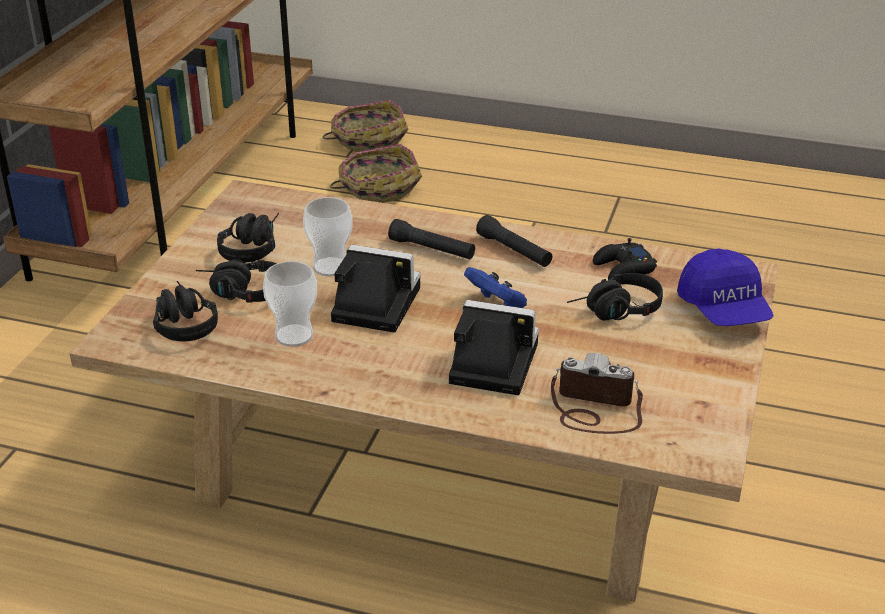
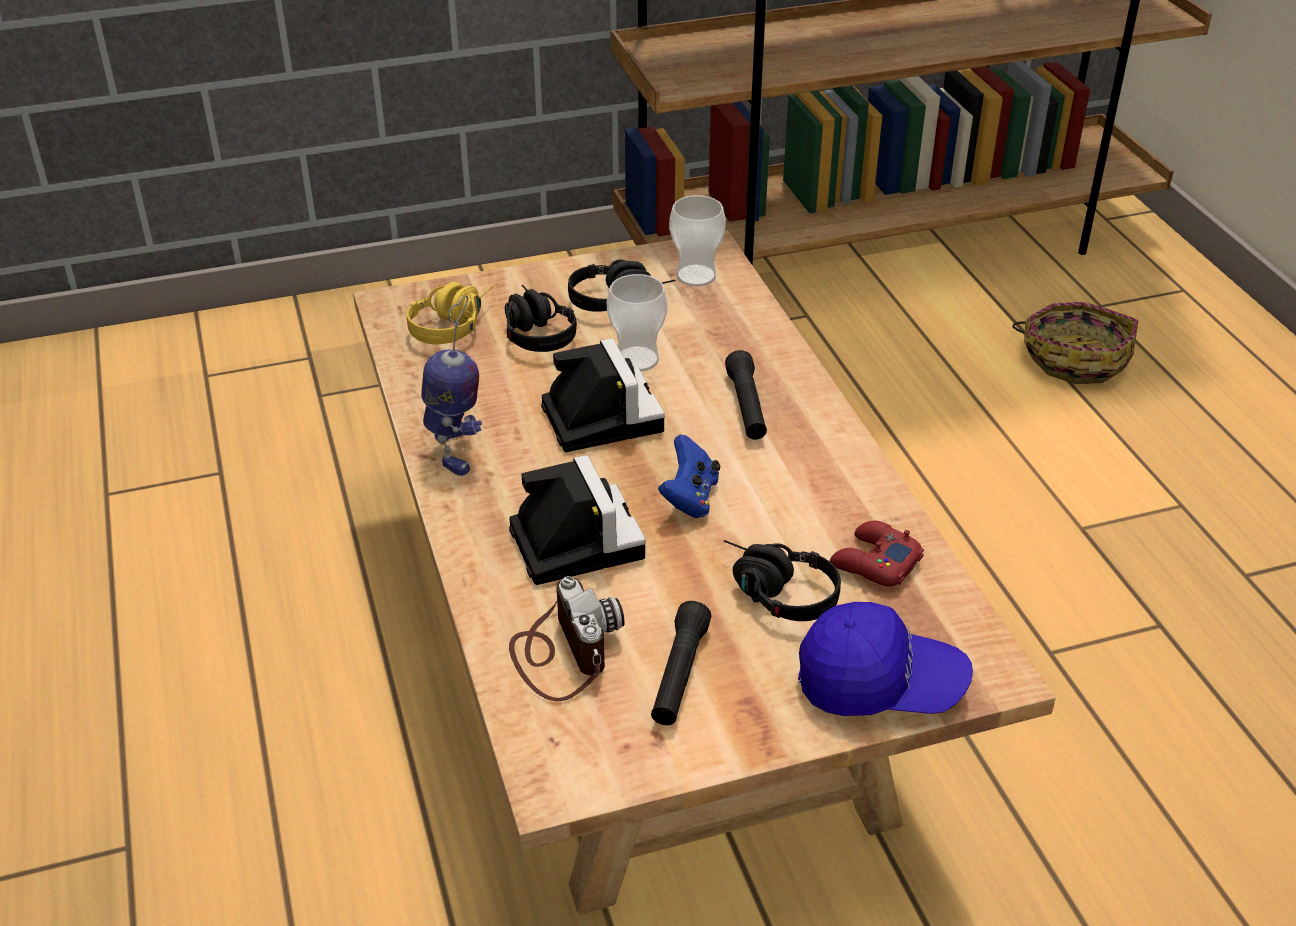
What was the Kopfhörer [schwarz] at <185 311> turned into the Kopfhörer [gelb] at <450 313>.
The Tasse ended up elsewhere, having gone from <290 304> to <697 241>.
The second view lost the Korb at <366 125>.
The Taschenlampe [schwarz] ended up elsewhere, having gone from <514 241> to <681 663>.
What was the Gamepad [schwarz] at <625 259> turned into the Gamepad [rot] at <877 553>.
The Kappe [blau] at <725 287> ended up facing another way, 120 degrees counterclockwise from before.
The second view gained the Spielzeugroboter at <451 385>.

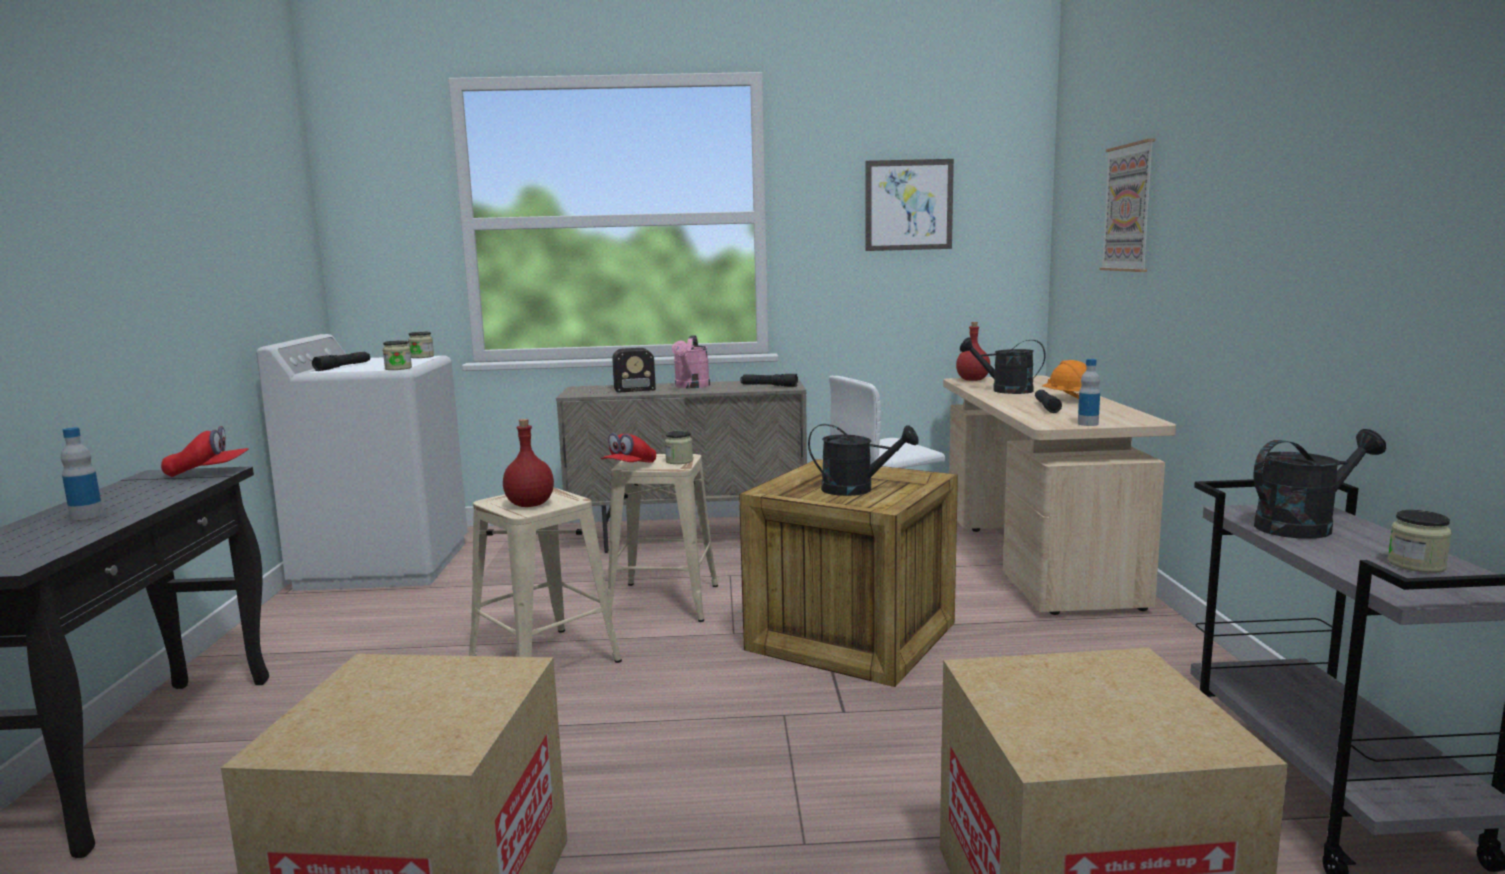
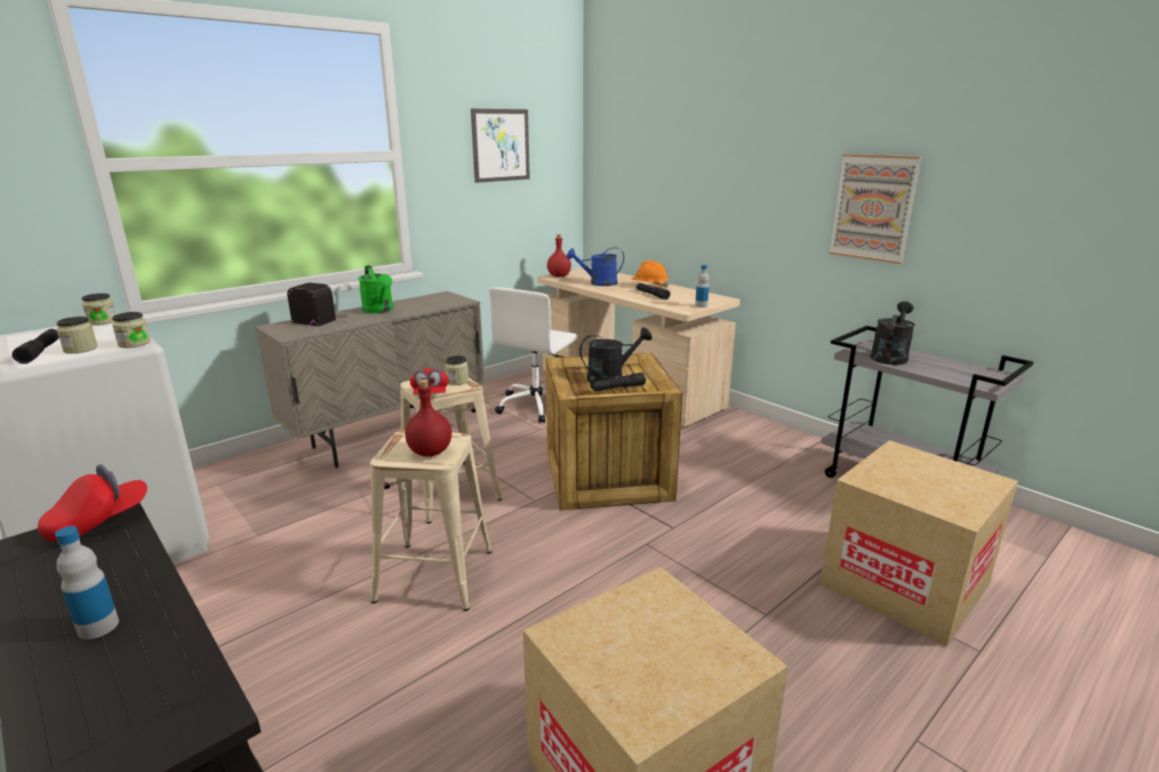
The Radio at <622 371> ended up facing another way, 105 degrees counterclockwise from before.
What was the Gießkanne [rosa] at <691 362> turned into the Gießkanne [grün] at <375 289>.
The Taschenlampe [schwarz] ended up elsewhere, having gone from <769 380> to <618 381>.
What was the Gießkanne [schwarz] at <1002 365> turned into the Gießkanne [blau] at <595 266>.
The Bild ended up elsewhere, having gone from <1127 205> to <875 209>.
The Vorratsglas ended up elsewhere, having gone from <1419 541> to <77 335>.

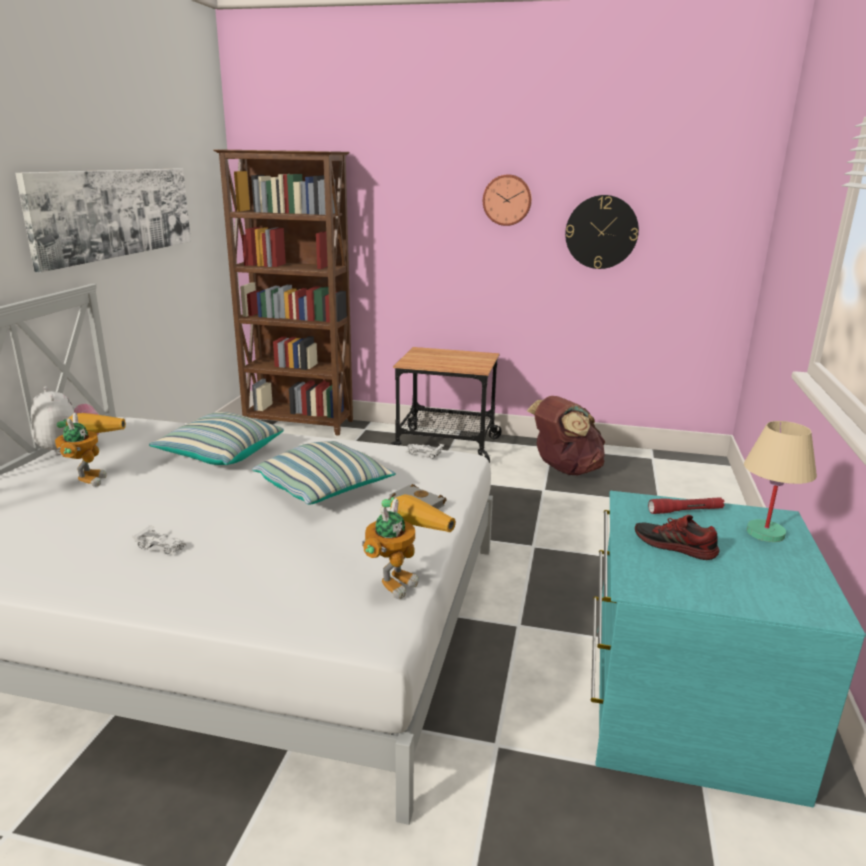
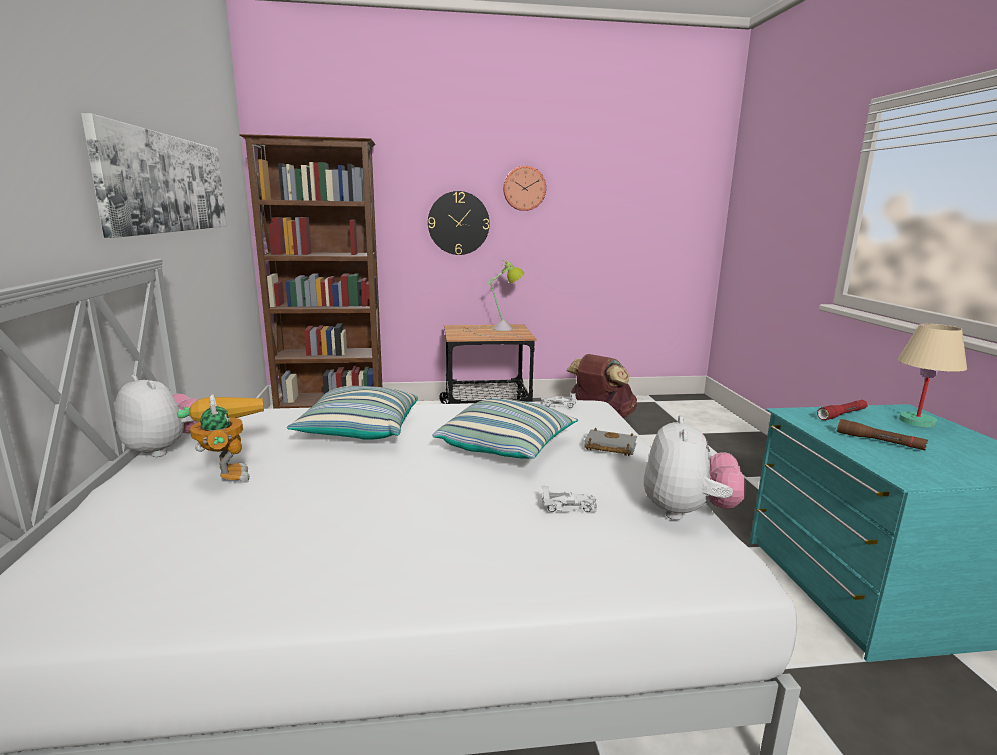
The Spielzeugauto [weiß] ended up elsewhere, having gone from <159 540> to <569 499>.
Where the Spielzeugroboter stood at <409 546>, the Plüschtier came to stand at <695 467>.
The Wanduhr ended up elsewhere, having gone from <602 232> to <459 223>.
Where the Schuh stood at <677 537>, the Taschenlampe [braun] came to stand at <882 434>.
The second view gained the Tischlampe at <494 298>.

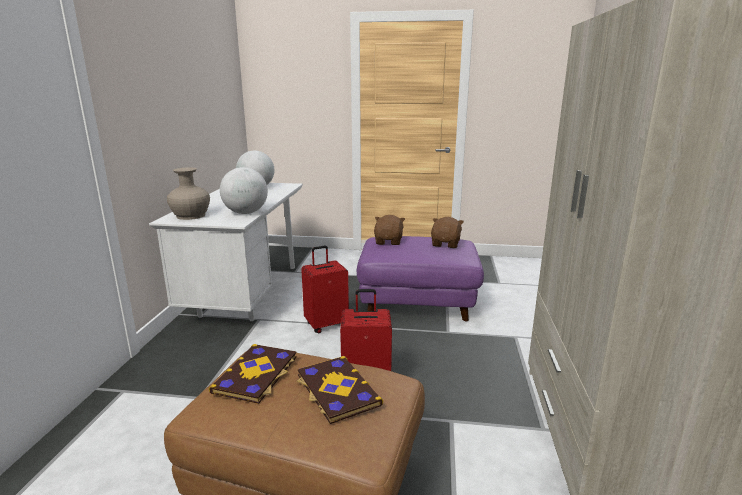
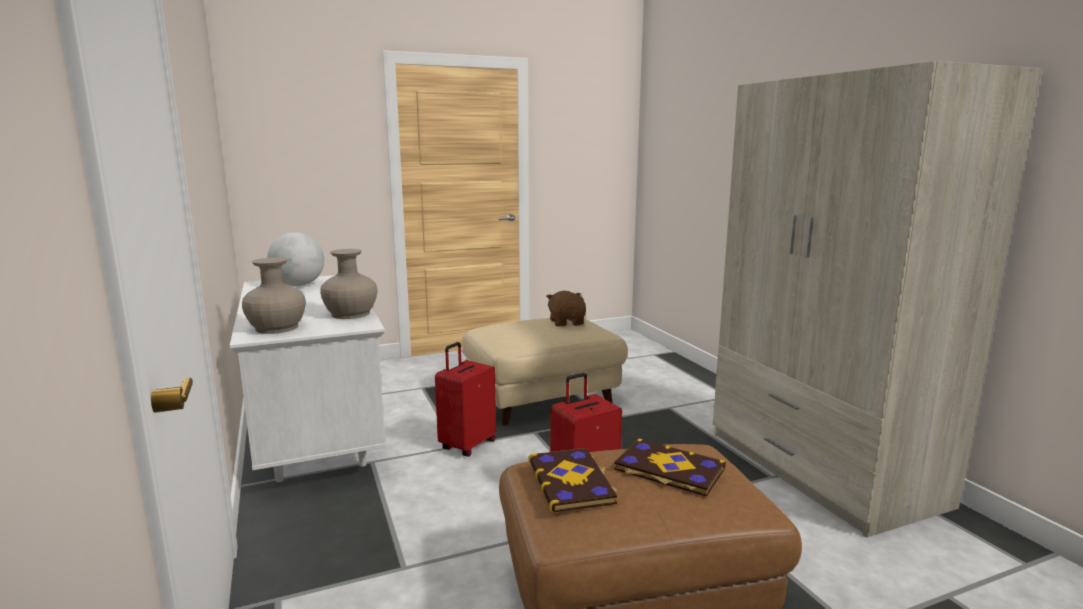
Where the Globus stood at <244 190>, the Vase [beige] came to stand at <349 284>.
What was the Polsterhocker [lila] at <420 278> turned into the Polsterhocker [beige] at <545 371>.
The second view lost the Plüschtier [braun] at <389 230>.

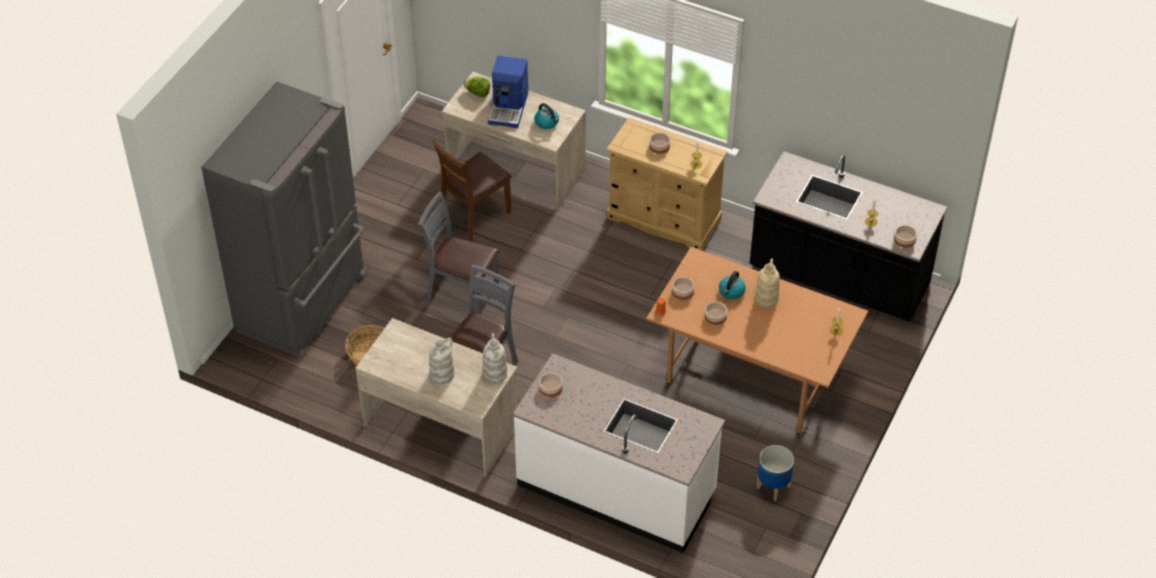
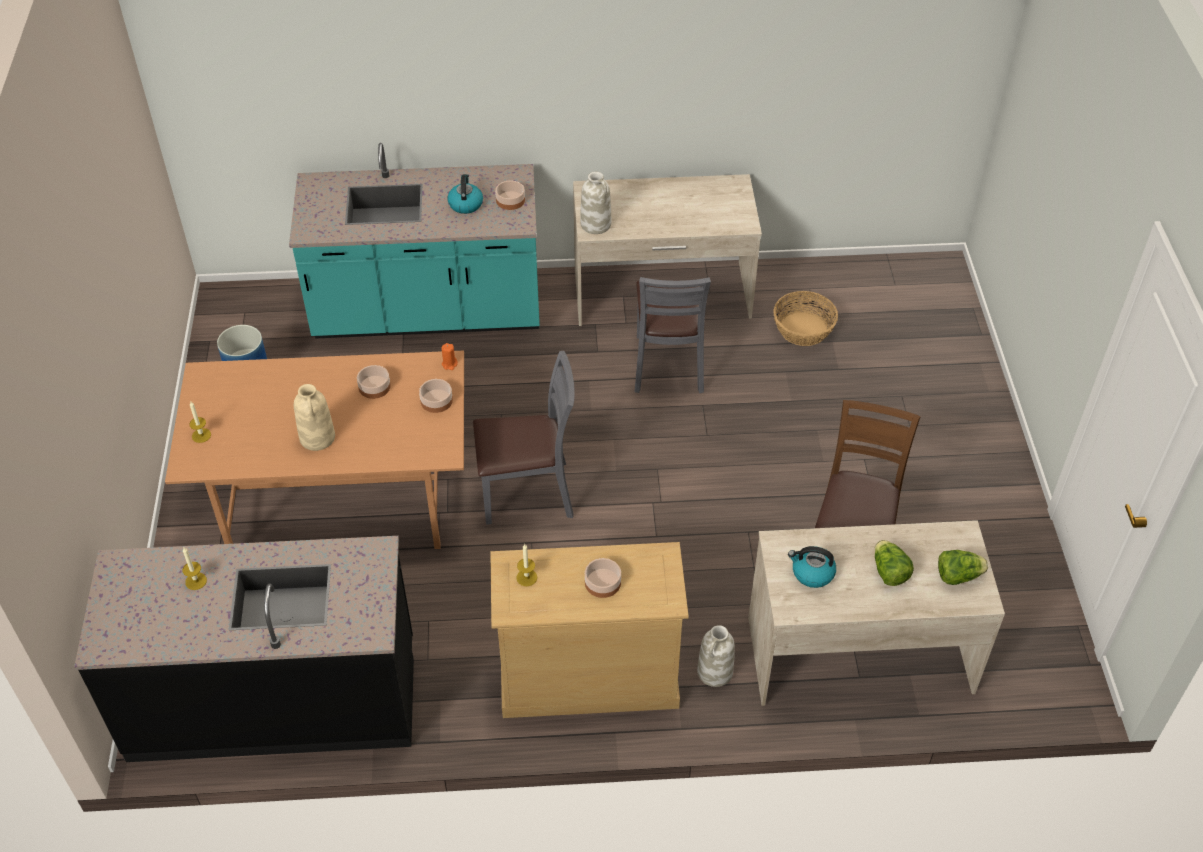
The second view lost the Kühlschrank [grau] at <284 219>.
The Stuhl [grau] ended up elsewhere, having gone from <458 253> to <524 438>.
The Vase [weiß] ended up elsewhere, having gone from <441 361> to <716 656>.
Where the Kaffeemaschine stood at <508 92>, the Salatkopf came to stand at <894 563>.
What was the Küchenzeile [weiß] at <619 453> turned into the Küchenzeile [türkis] at <414 241>.
The Wasserkessel ended up elsewhere, having gone from <732 285> to <465 194>.
The second view lost the Schüssel at <905 236>.

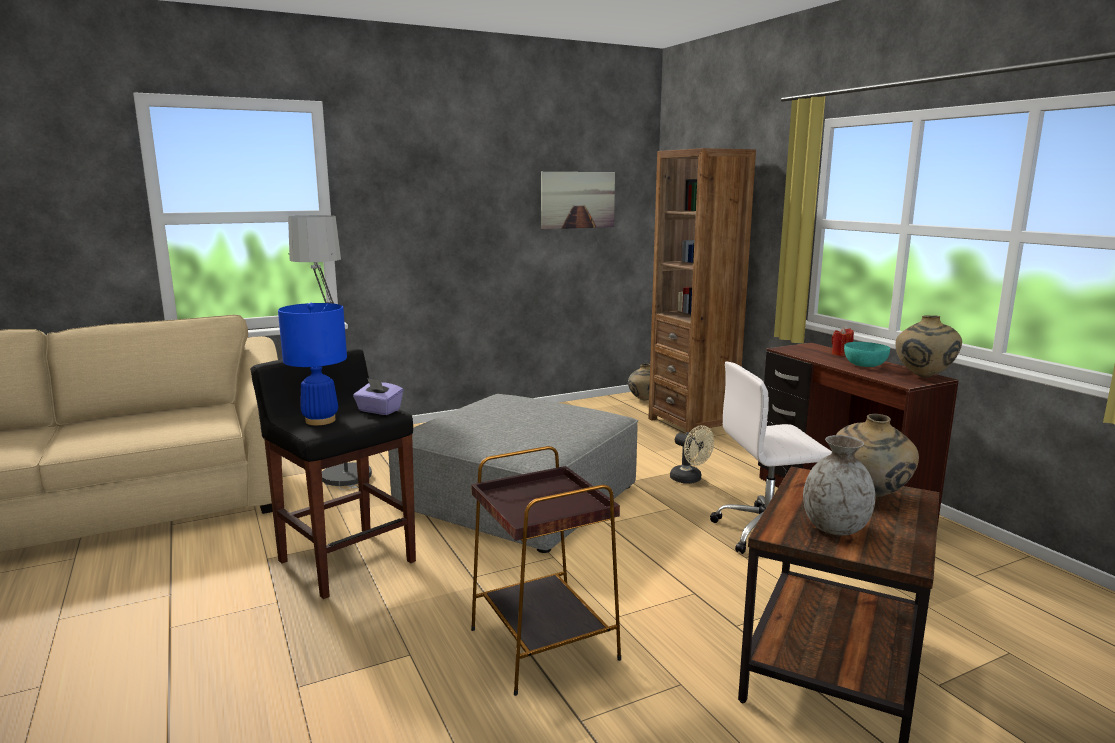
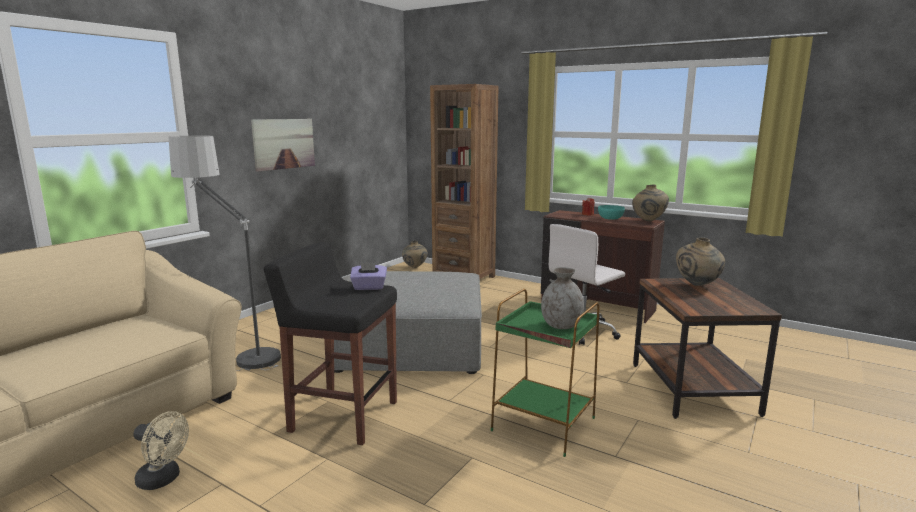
The second view lost the Tischlampe [blau] at <312 364>.
What was the Beistelltisch [braun] at <546 571> turned into the Beistelltisch [grün] at <545 373>.
The Bild ended up elsewhere, having gone from <578 200> to <283 145>.
The Ventilator [beige] ended up elsewhere, having gone from <692 454> to <161 450>.
The Vase [grau] ended up elsewhere, having gone from <839 485> to <562 298>.

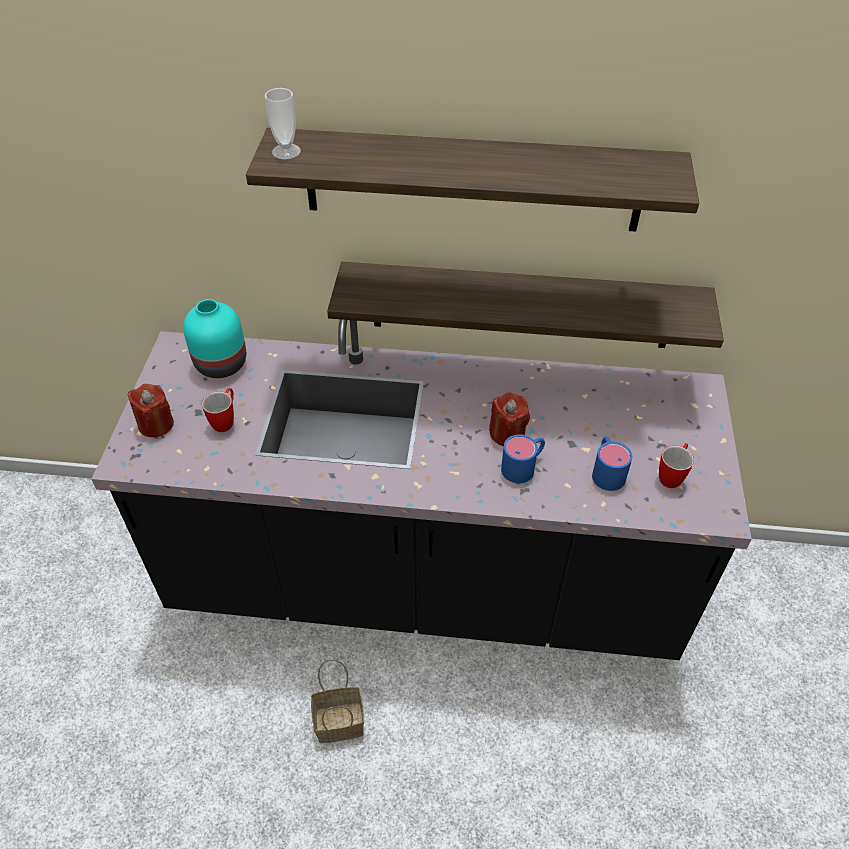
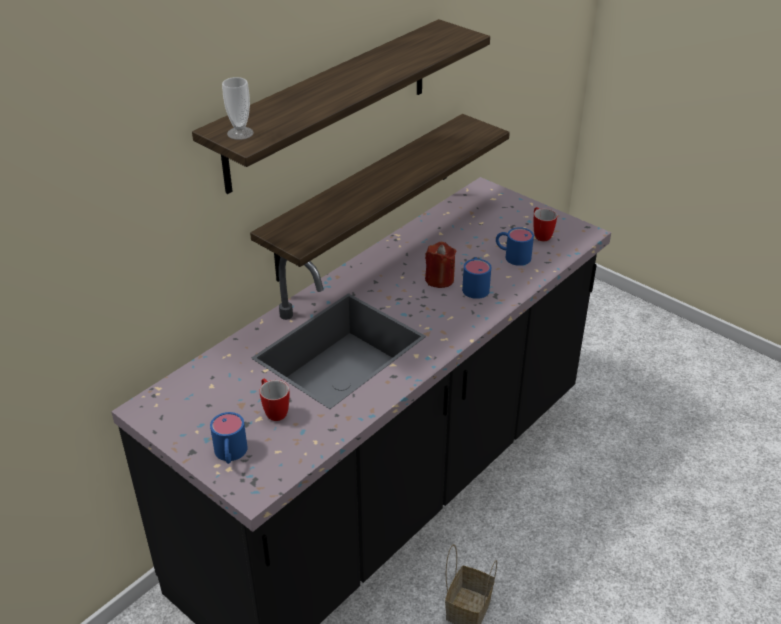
Where the Kerze [rot] stood at <151 410>, the Henkelbecher [blau] came to stand at <229 438>.
The second view lost the Vase [türkis] at <214 338>.

